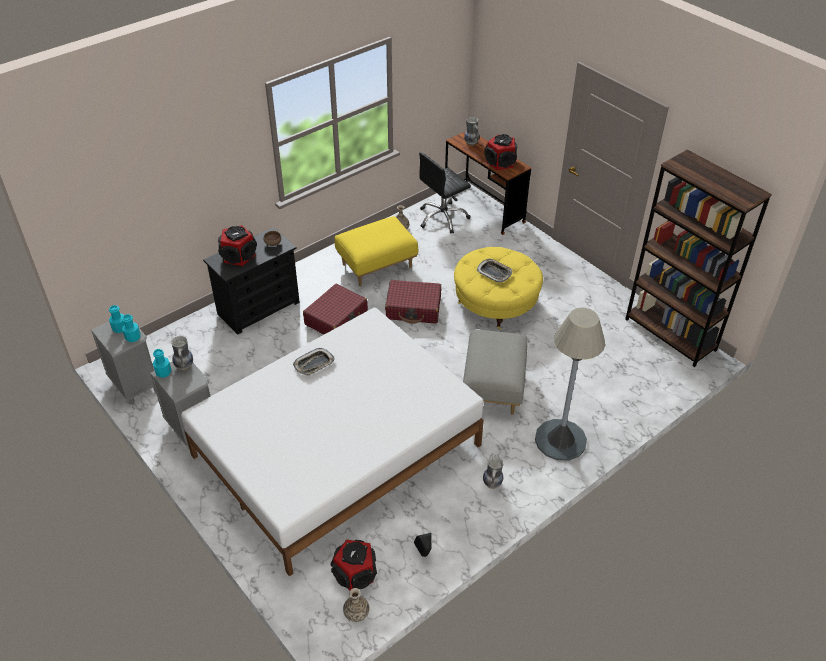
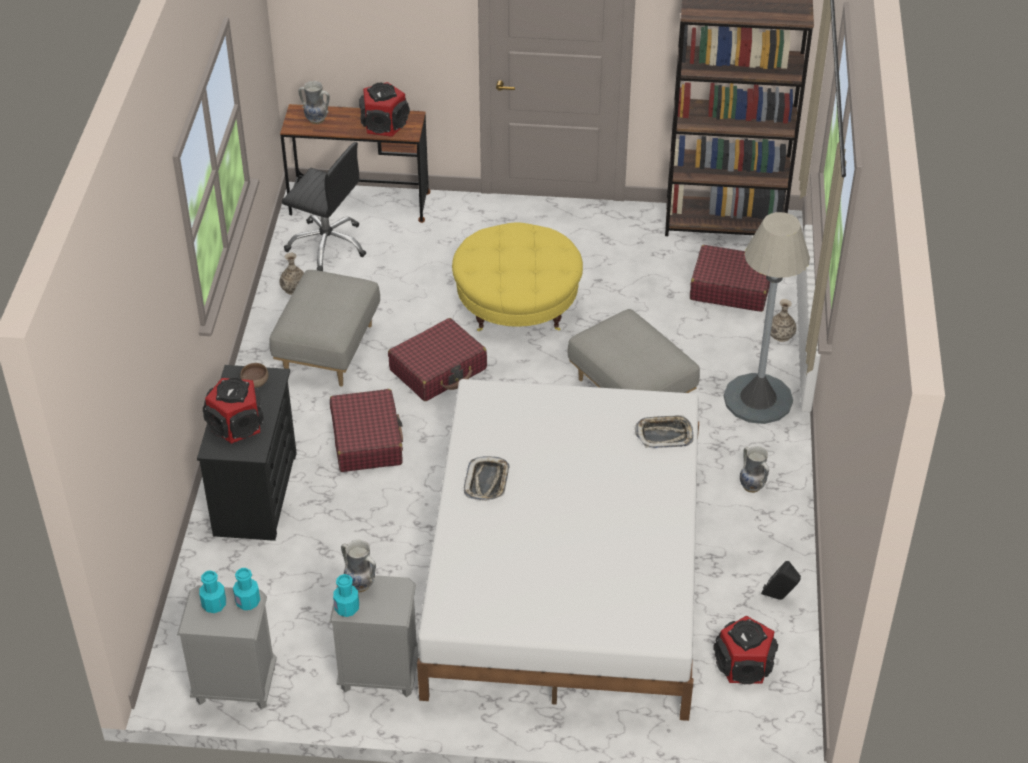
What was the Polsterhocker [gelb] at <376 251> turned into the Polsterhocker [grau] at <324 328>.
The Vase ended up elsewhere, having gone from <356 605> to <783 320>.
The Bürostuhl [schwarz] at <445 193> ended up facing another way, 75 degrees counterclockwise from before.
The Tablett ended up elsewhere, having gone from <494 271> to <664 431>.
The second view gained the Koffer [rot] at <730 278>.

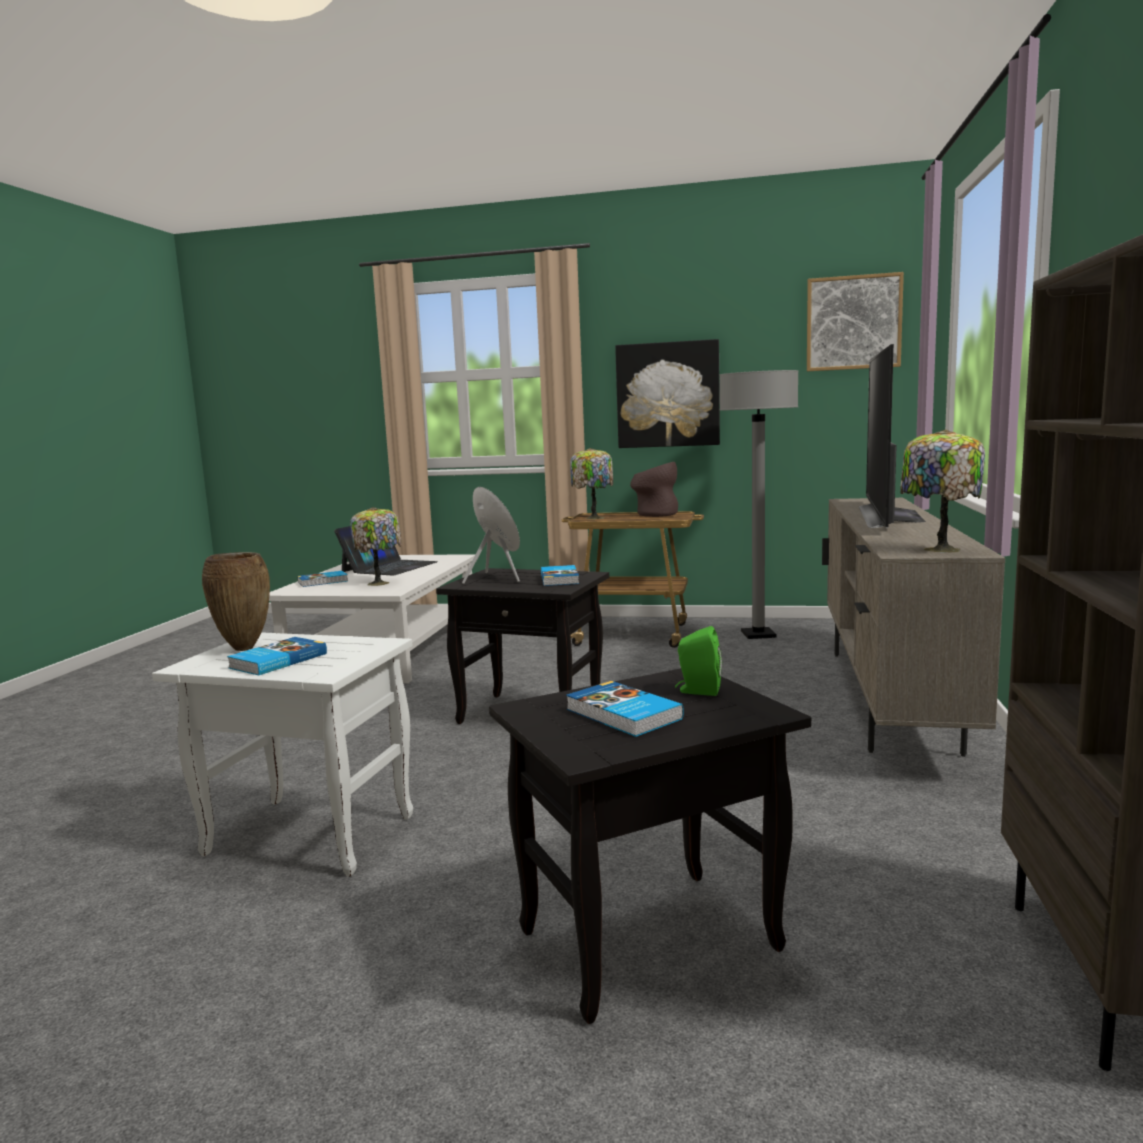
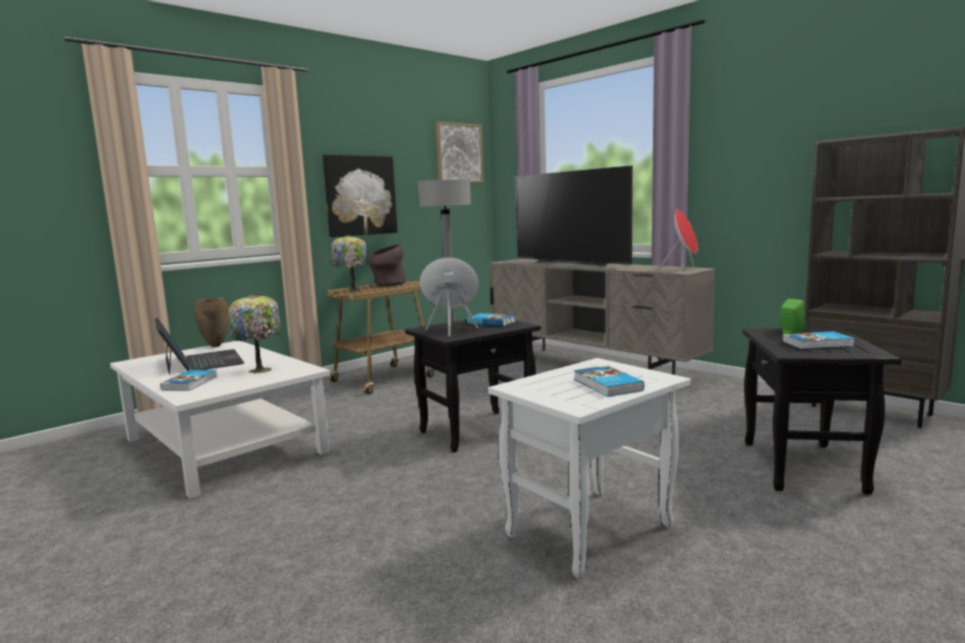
The Vase [braun] ended up elsewhere, having gone from <236 601> to <211 322>.
Where the Tischlampe stood at <942 491>, the Lautsprecher [rot] came to stand at <678 240>.

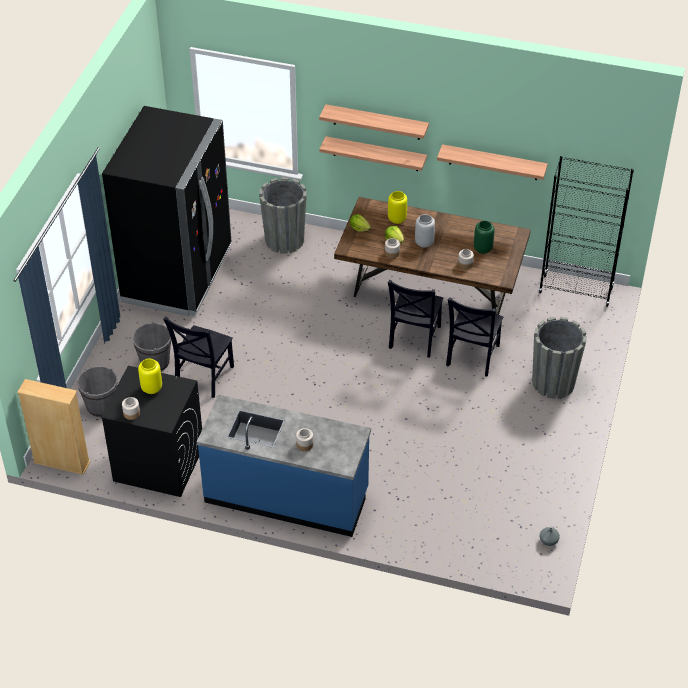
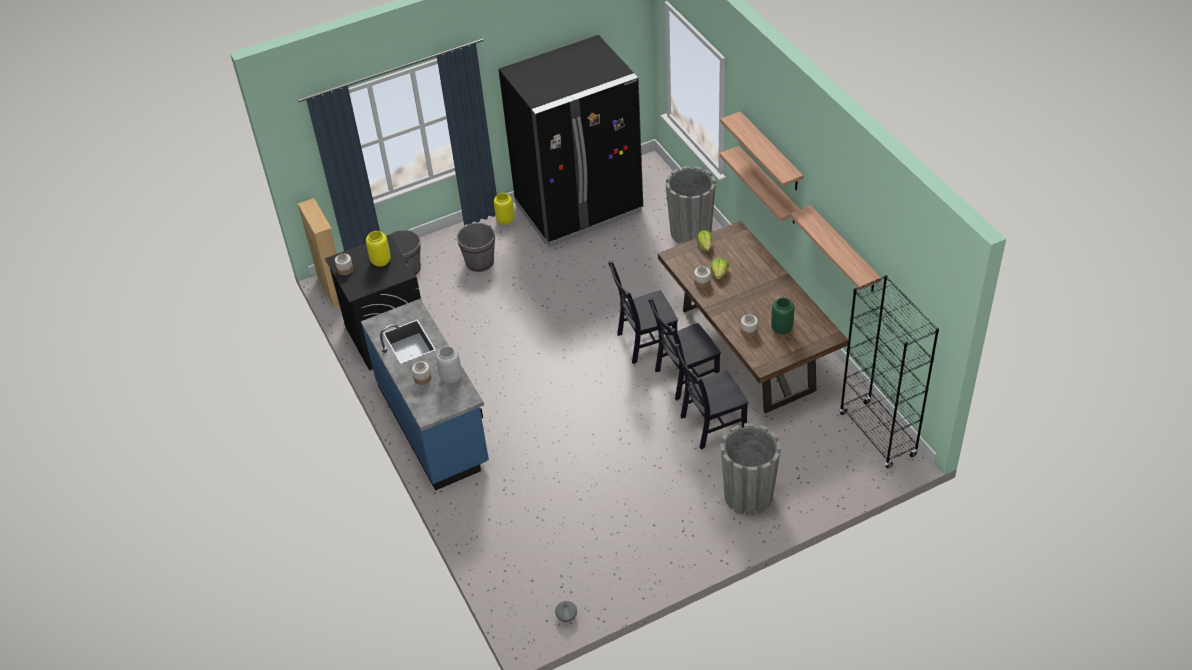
The Stuhl [schwarz] ended up elsewhere, having gone from <198 357> to <643 312>.
The Vase [gelb] ended up elsewhere, having gone from <397 207> to <504 209>.
The Vase [grau] ended up elsewhere, having gone from <425 231> to <449 365>.

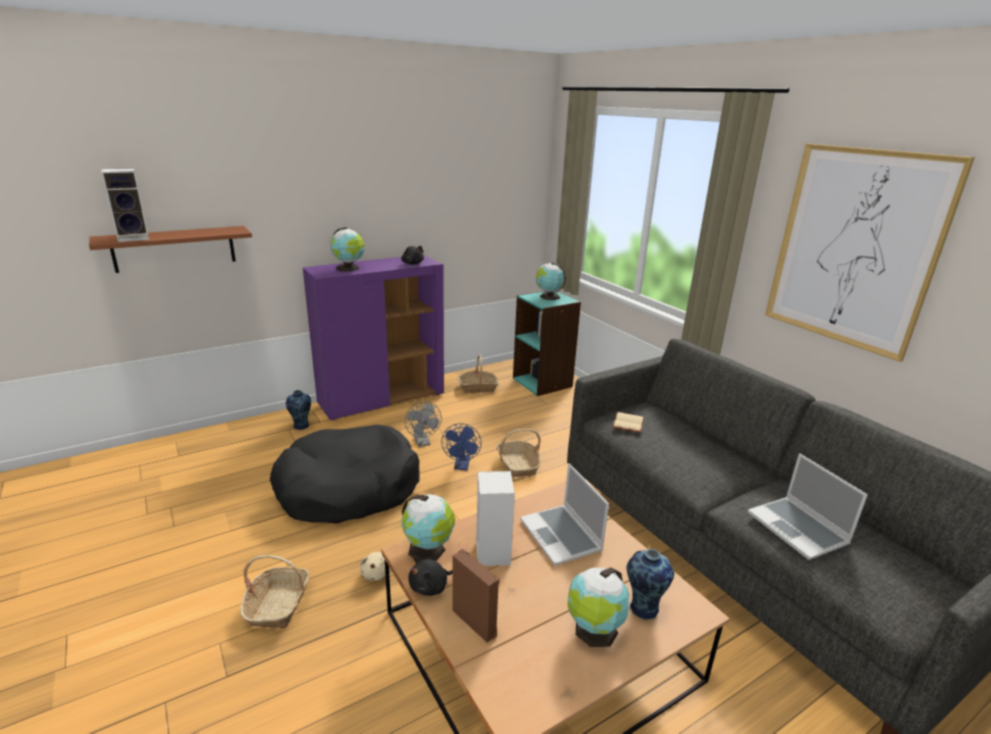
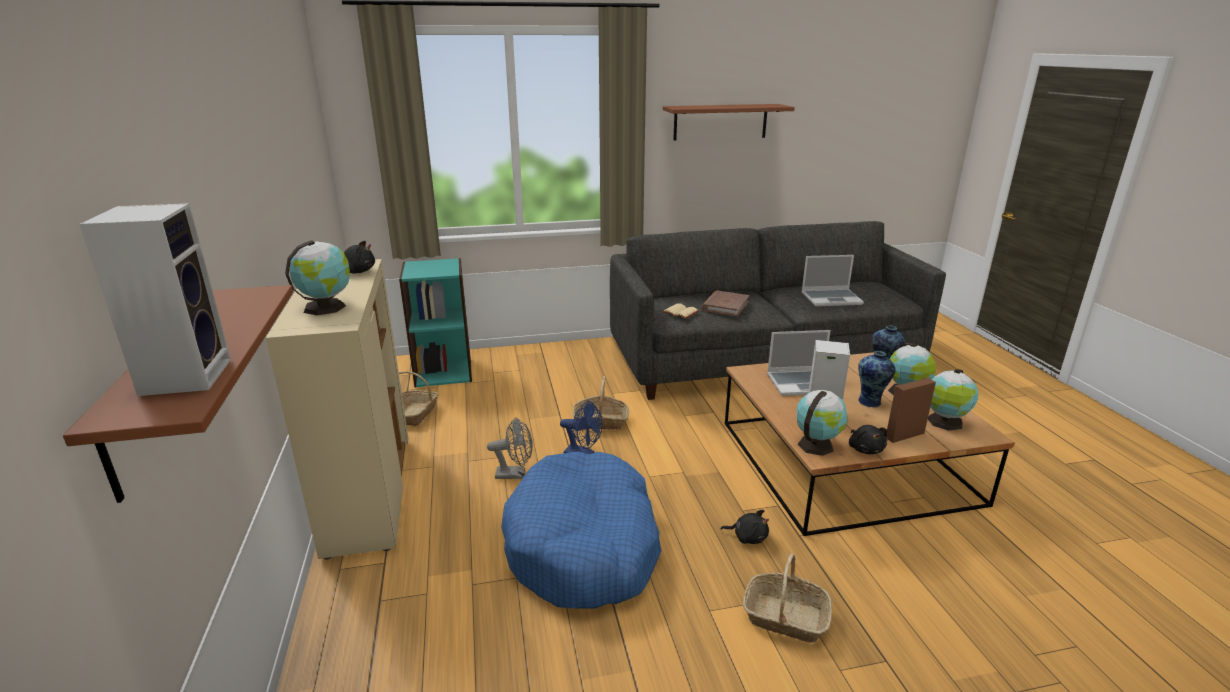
What was the Hundebett [schwarz] at <344 474> turned into the Hundebett [blau] at <581 530>.
The Vase ended up elsewhere, having gone from <298 410> to <877 379>.
What was the Schrank [lila] at <373 337> turned into the Schrank [beige] at <337 409>.
What was the Plüschtier [beige] at <375 566> turned into the Plüschtier [schwarz] at <745 527>.
The Globus ended up elsewhere, having gone from <551 281> to <953 400>.
Where the Bild hung at <870 252>, the Wandregal [braun] came to hang at <729 122>.
The second view gained the Buch [braun] at <726 303>.

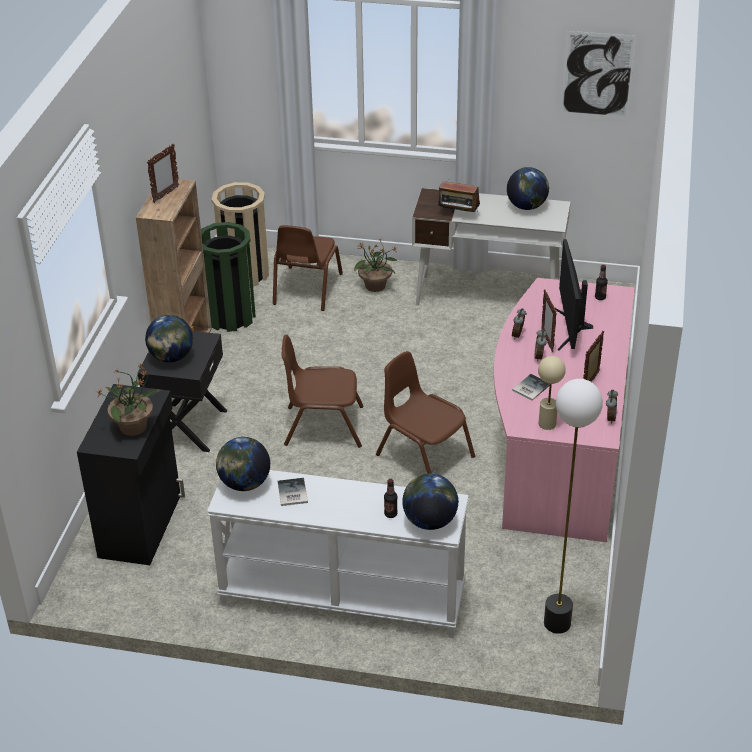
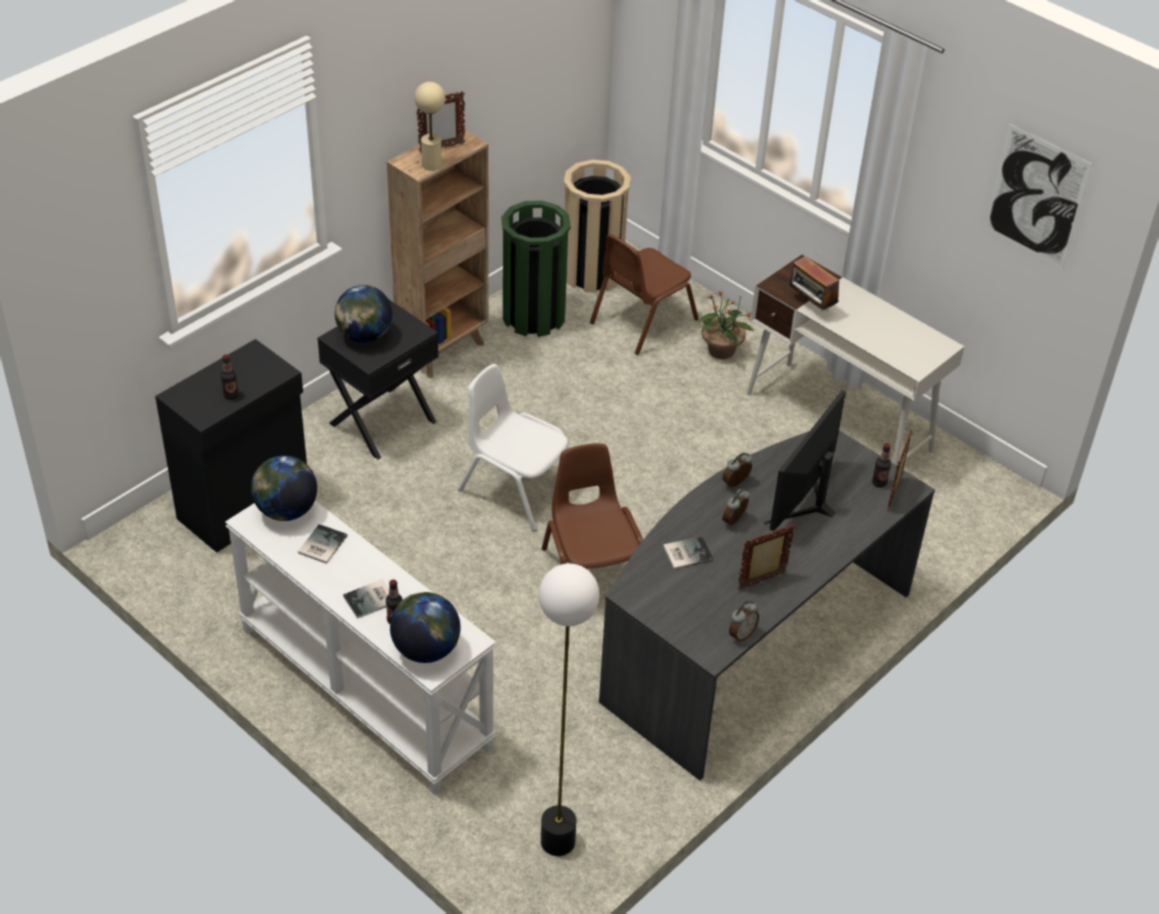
Where the Topfpflanze stood at <129 400>, the Flasche came to stand at <229 377>.
What was the Stuhl [braun] at <322 391> turned into the Stuhl [weiß] at <513 447>.
What was the Schreibtisch [rosa] at <564 410> turned into the Schreibtisch [grau] at <767 605>.
The second view lost the Globus at <528 188>.
The Tischlampe [beige] ended up elsewhere, having gone from <552 393> to <429 126>.
The Bilderrahmen ended up elsewhere, having gone from <549 320> to <899 470>.
The second view gained the Buch at <366 599>.

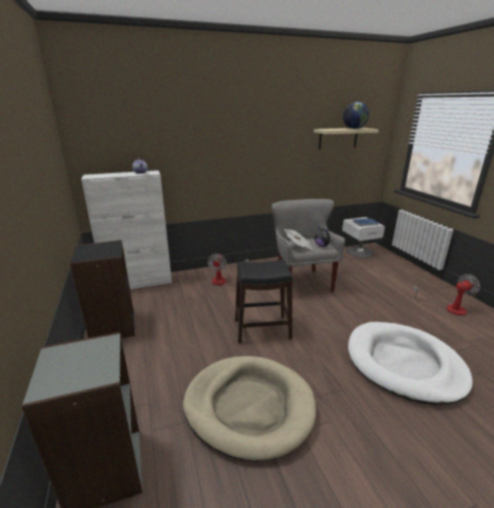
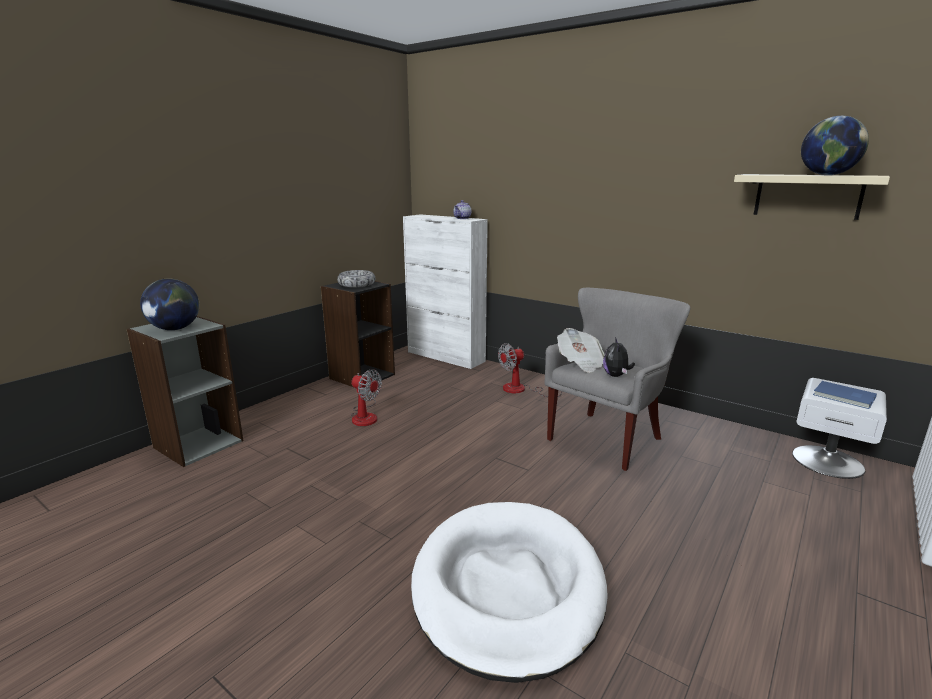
The second view lost the Hundebett [beige] at <249 409>.
The second view lost the Hocker [schwarz] at <264 301>.
The Ventilator ended up elsewhere, having gone from <446 295> to <366 397>.
The second view gained the Globus at <170 304>.
The second view gained the Schüssel at <356 278>.

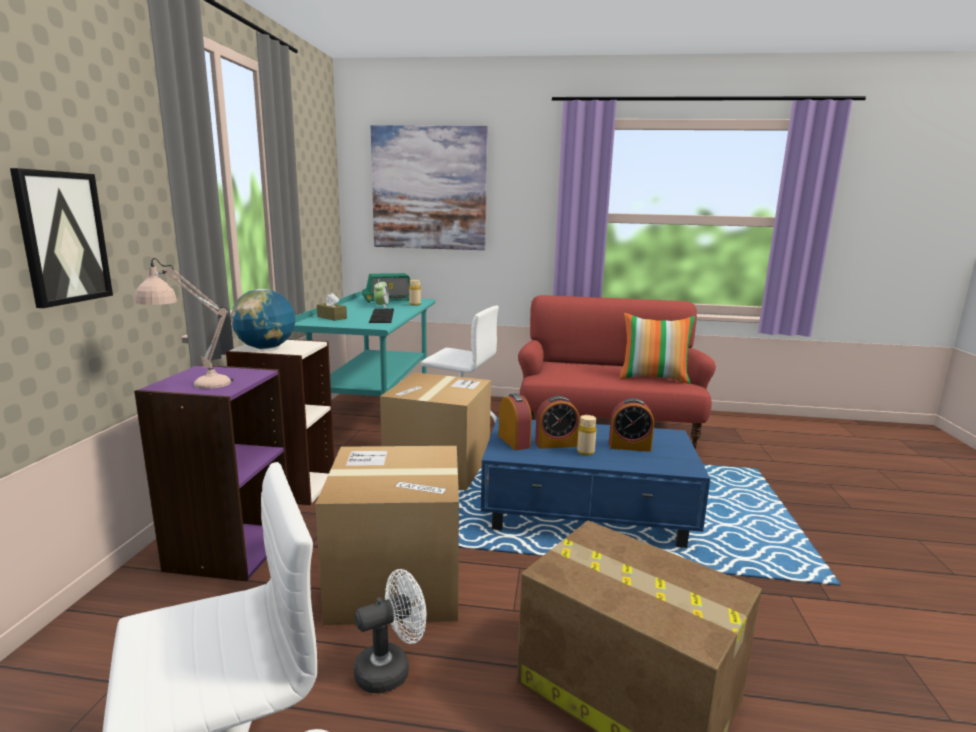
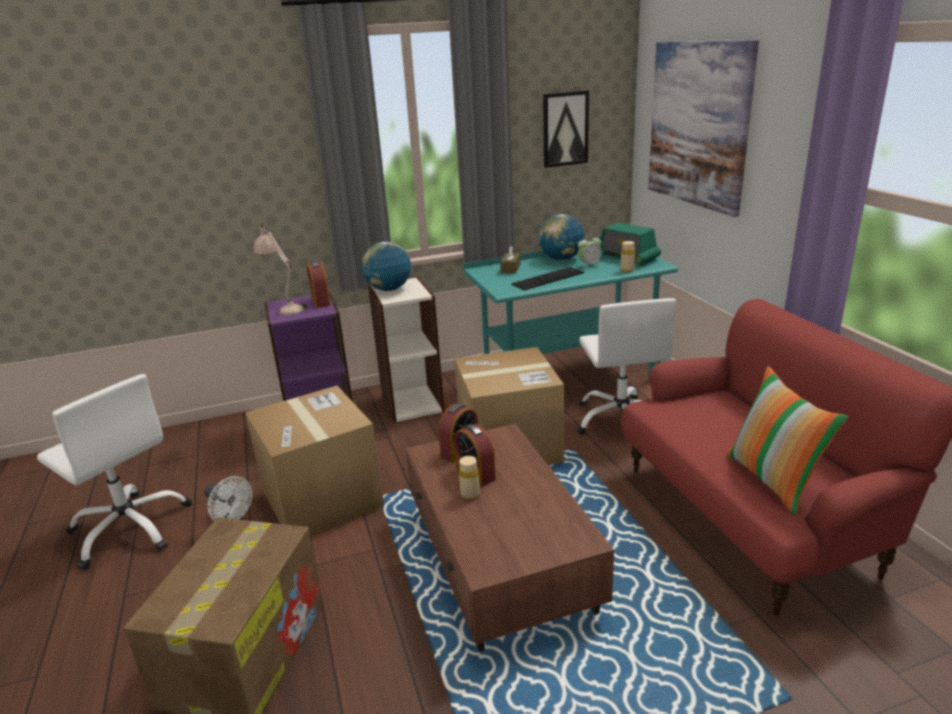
The Bild ended up elsewhere, having gone from <61 238> to <566 129>.
What was the Couchtisch [blau] at <595 482> turned into the Couchtisch [braun] at <510 538>.
The Wecker ended up elsewhere, having gone from <631 425> to <319 284>.
The second view gained the Globus at <561 237>.

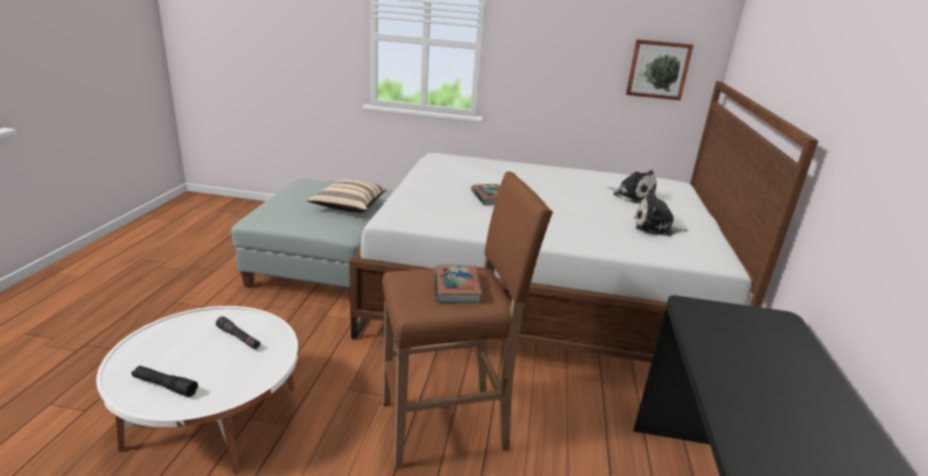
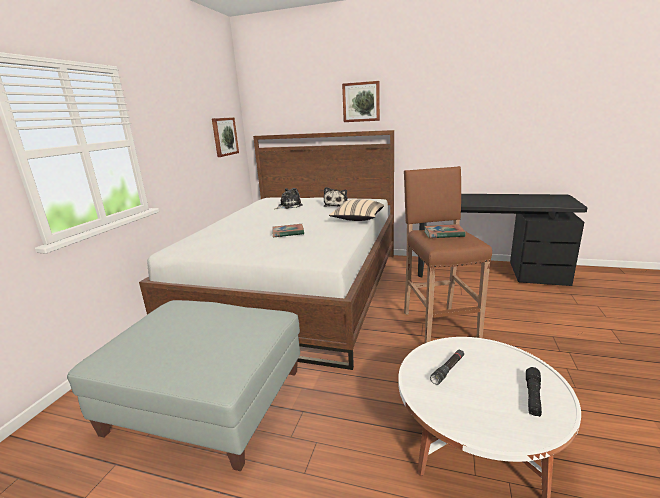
The Kissen [beige] ended up elsewhere, having gone from <347 196> to <356 210>.
The second view gained the Bild at <361 101>.

